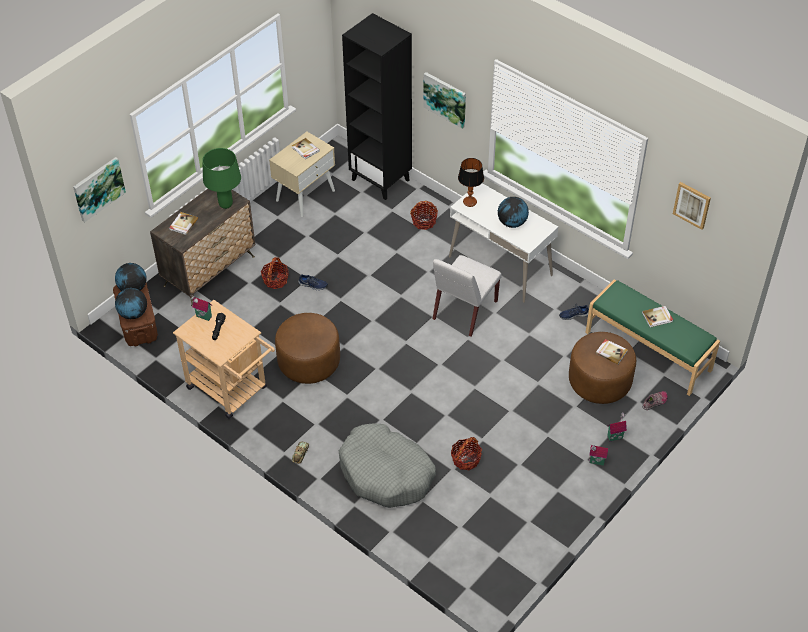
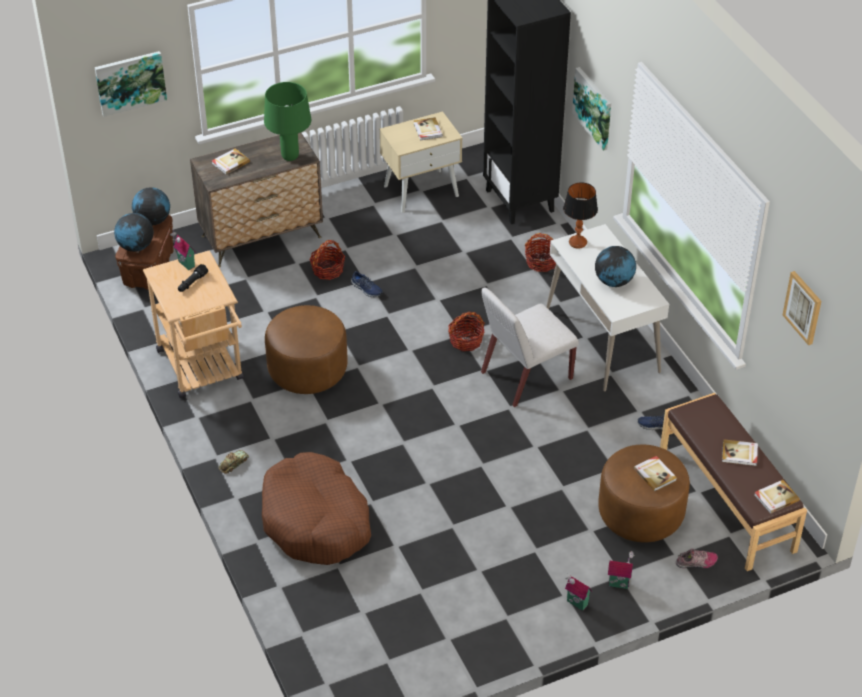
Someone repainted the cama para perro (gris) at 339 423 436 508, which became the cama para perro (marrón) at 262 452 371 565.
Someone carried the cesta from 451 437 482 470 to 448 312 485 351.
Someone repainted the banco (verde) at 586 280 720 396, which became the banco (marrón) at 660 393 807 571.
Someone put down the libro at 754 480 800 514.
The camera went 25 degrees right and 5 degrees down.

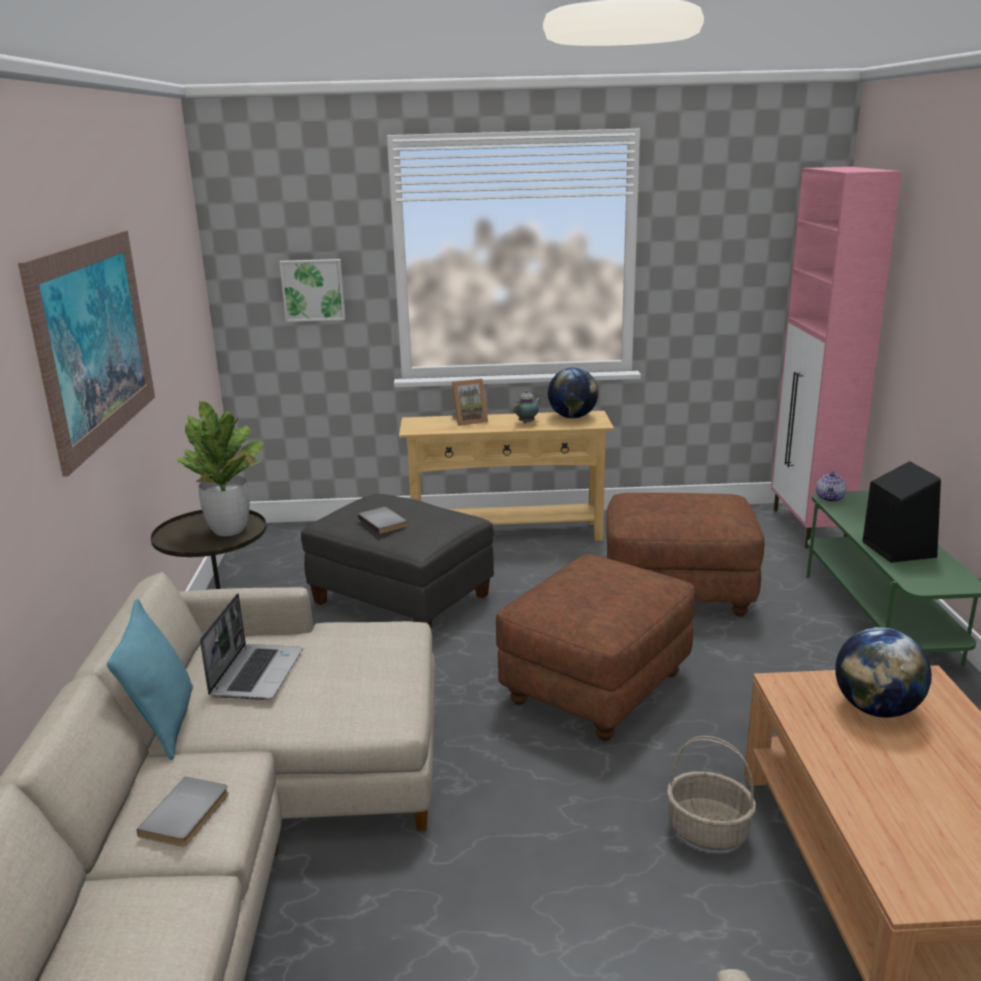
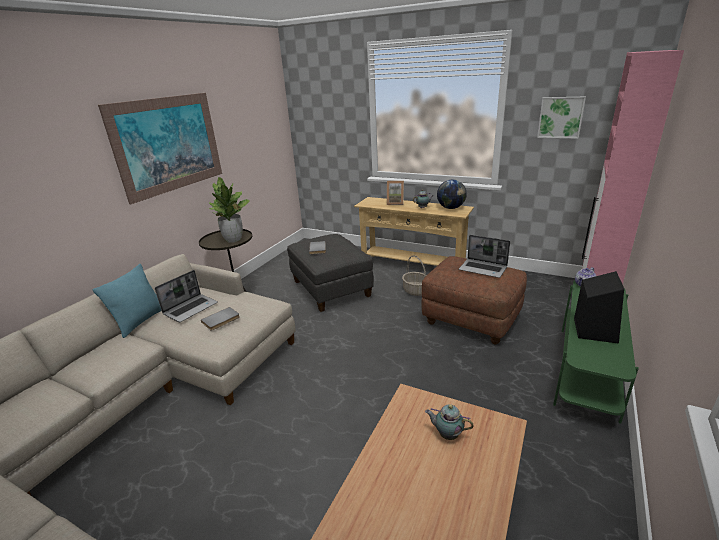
Someone carried the libro (gris) from 137 777 229 847 to 201 307 240 331.
Someone carried the cuadro from 279 259 346 322 to 537 97 586 139.
Someone took away the puf (marrón) at 496 554 695 741.
Someone carried the cesta from 667 736 756 850 to 402 255 427 296.
Someone swapped the globo terráqueo at 835 627 932 718 for the tetera at 425 404 474 440.
Someone put down the portátil at 459 235 510 278.
The camera went 30 degrees right and 5 degrees up.

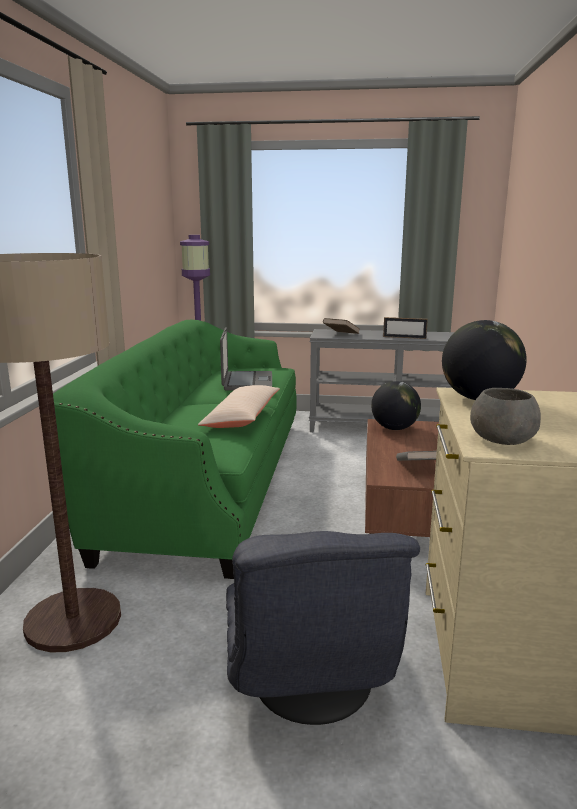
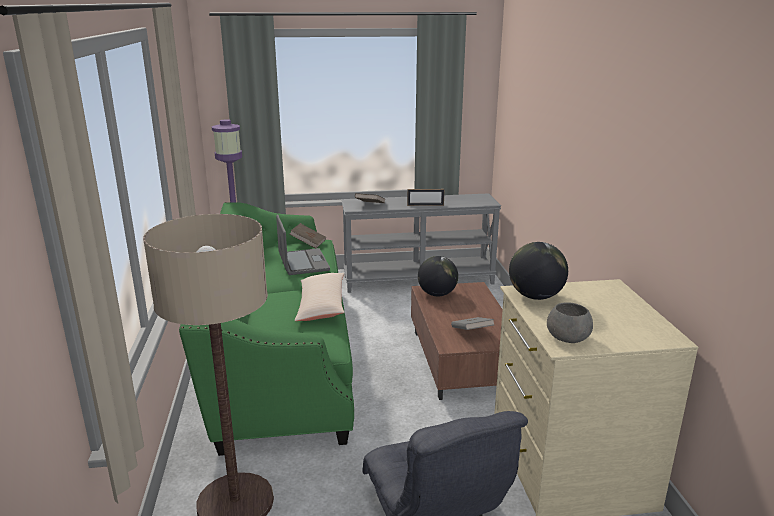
Someone put down the libro (marrón) at 290 223 326 249.
The camera went 15 degrees left and 5 degrees up.

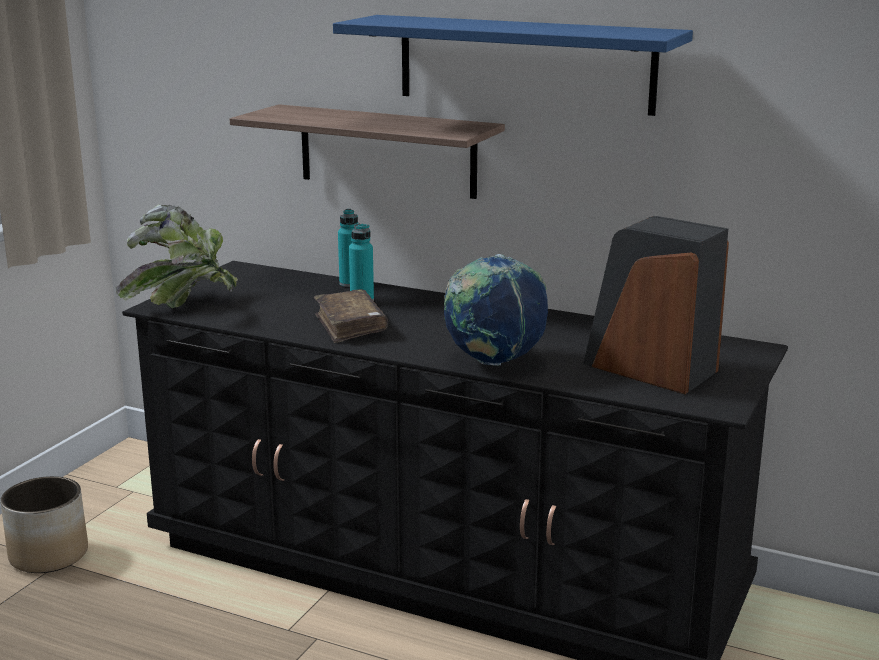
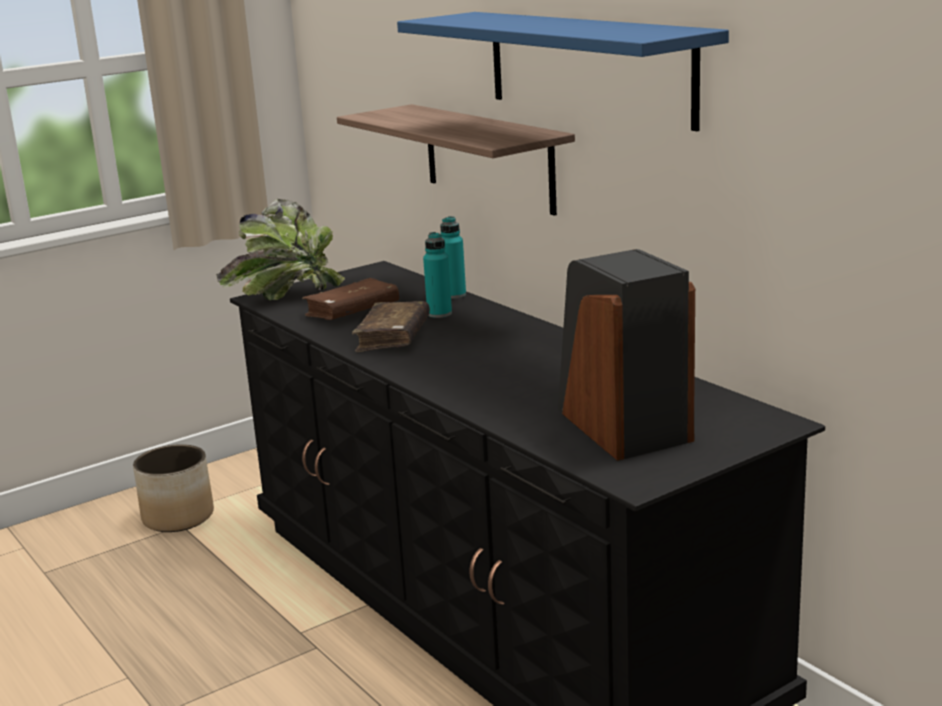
Someone took away the globo terráqueo at 444 254 548 366.
Someone put down the libro (marrón) at 302 278 399 320.
The camera went 30 degrees right and 0 degrees up.

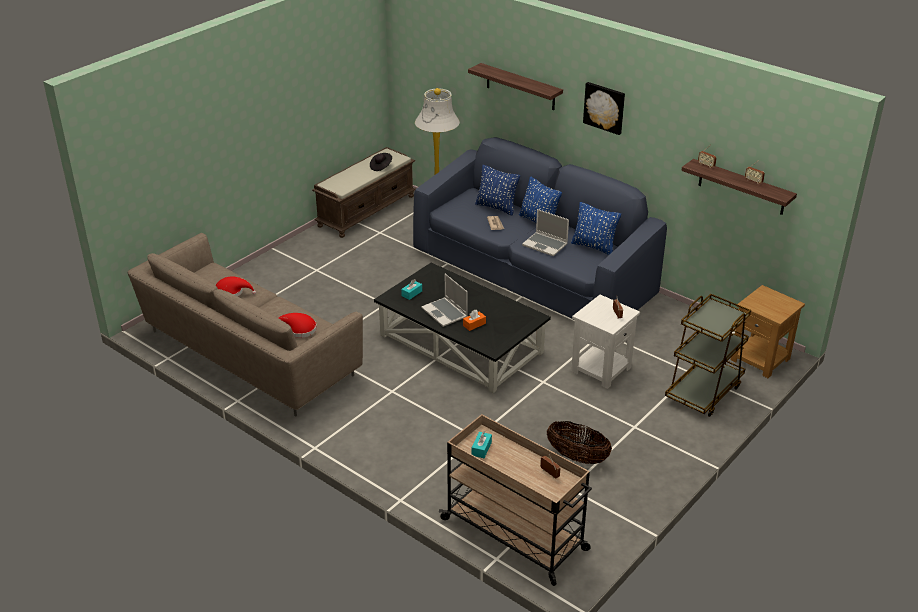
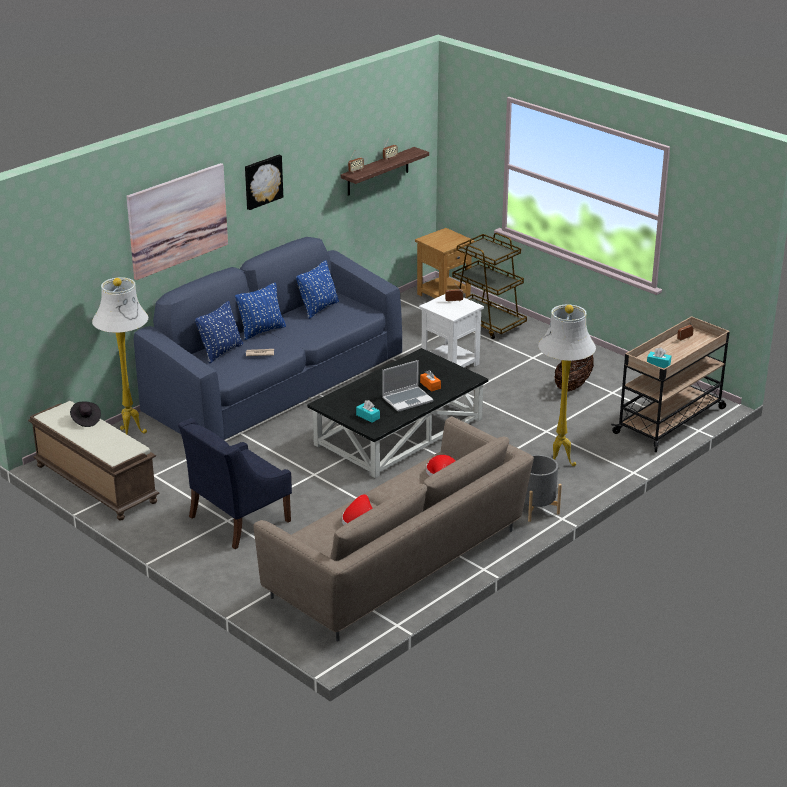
Someone swapped the estante at 468 63 563 110 for the cuadro at 126 163 228 280.
Someone took away the portátil at 522 209 569 256.
Someone put down the sillón (azul) at 178 418 292 549.
Someone put down the maceta (gris) at 524 455 562 522.
Someone put down the lámpara de pie (blanco) at 538 305 596 466.
The camera went 85 degrees left and 5 degrees down.

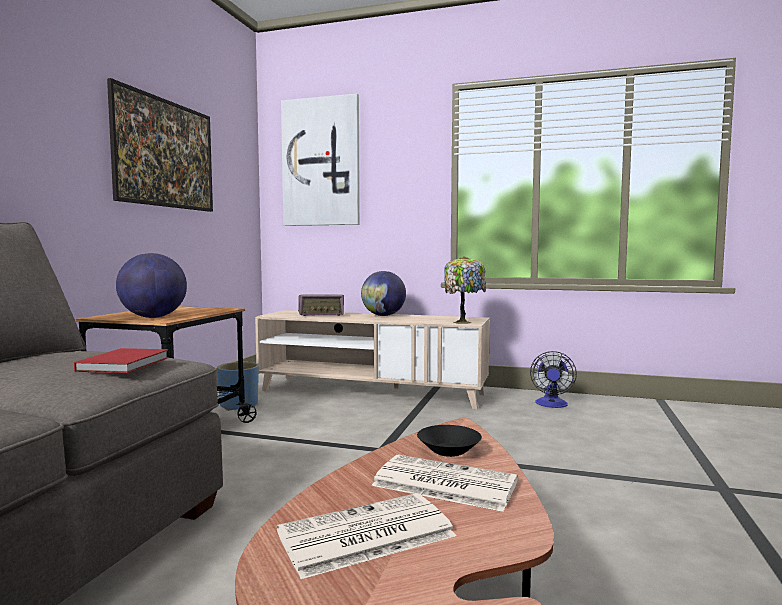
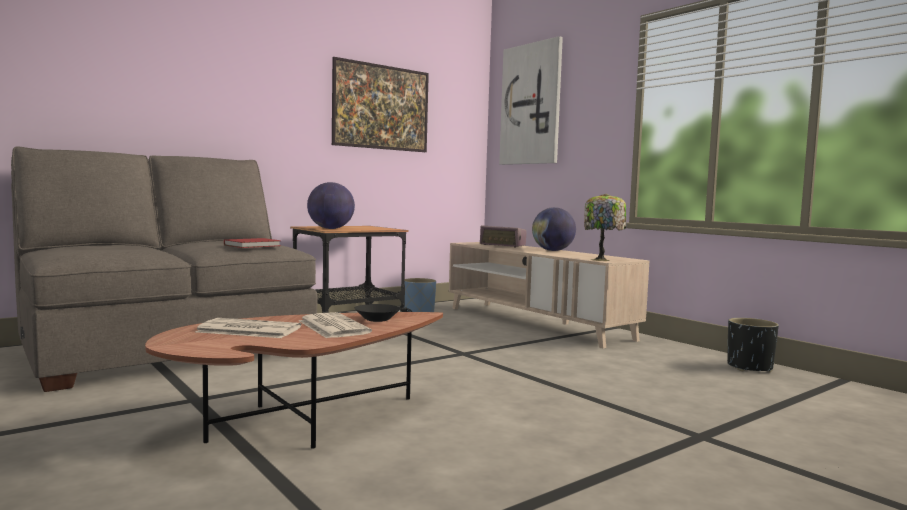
Someone took away the ventilador at 530 351 577 408.
Someone put down the maceta (negro) at 727 318 779 372.
The camera went 35 degrees right and 0 degrees up.

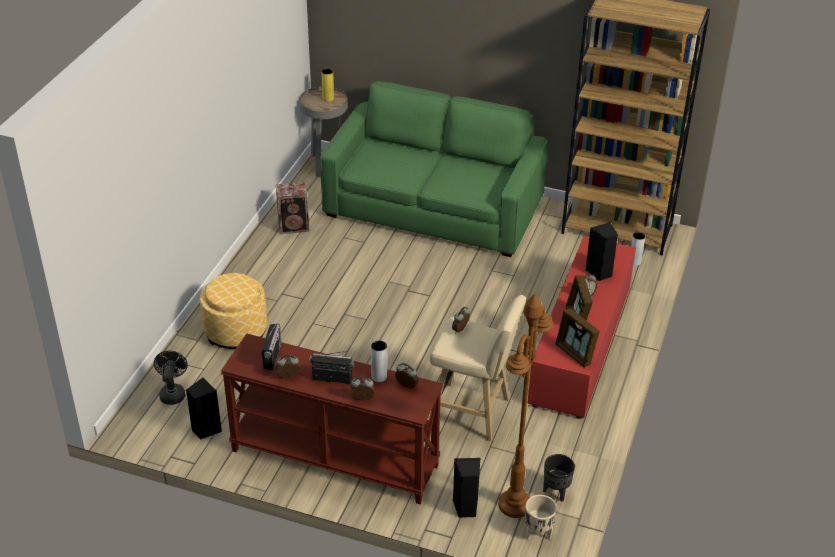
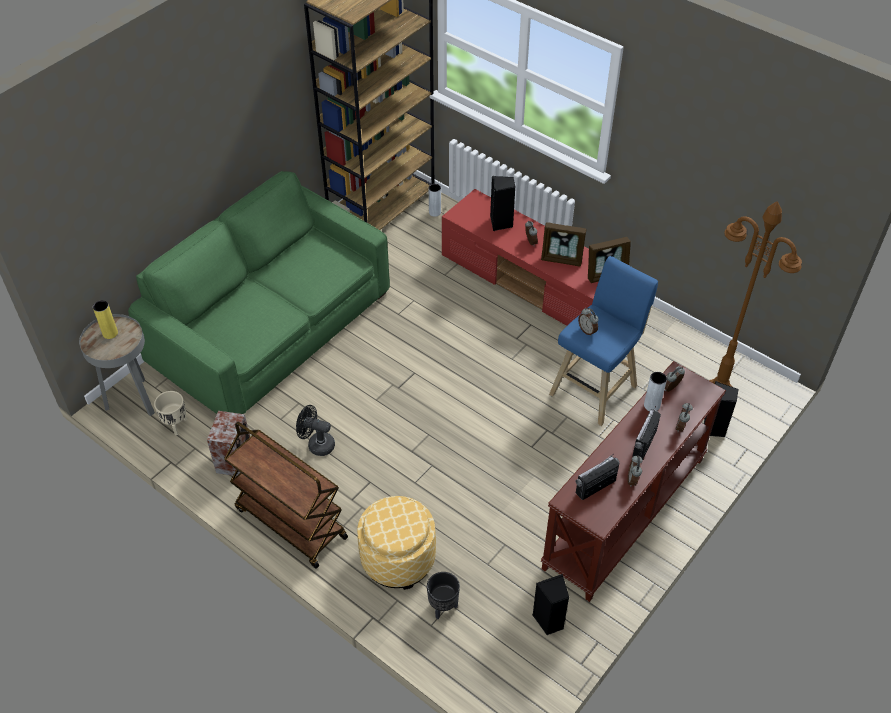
Someone carried the ventilador (negro) from 154 351 188 405 to 296 405 335 456.
Someone rotated the radio at 262 324 281 370 by 60 degrees counterclockwise.
Someone repainted the taburete (beis) at 429 295 526 441, which became the taburete (azul) at 549 256 658 426.
Someone carried the maceta (beis) from 525 495 557 540 to 154 391 187 435.
Someone carried the maceta (negro) from 543 454 575 502 to 427 572 460 619.
Someone put down the carrito (marrón) at 224 422 348 569.
The camera went 70 degrees left and 10 degrees up.

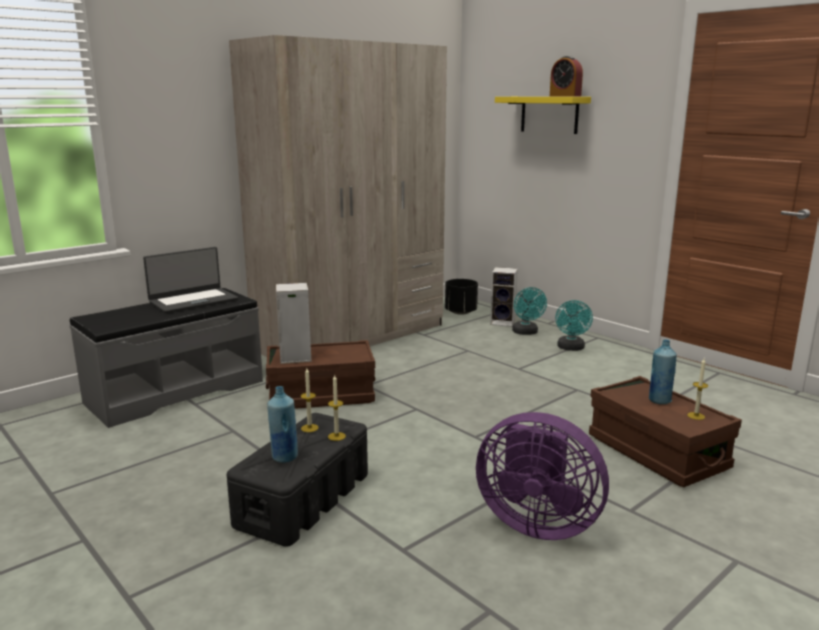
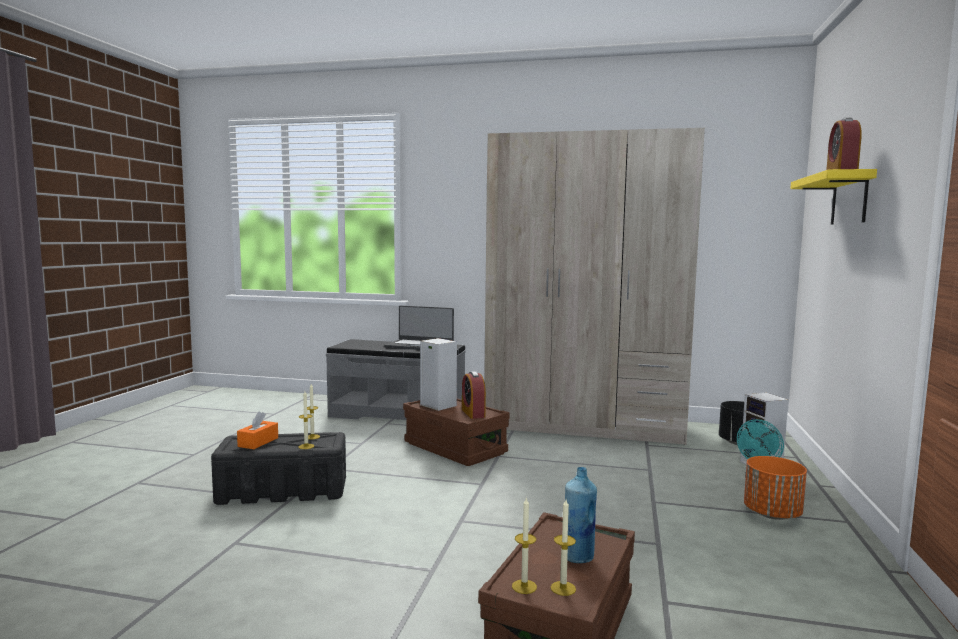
Someone swapped the botella (azul) at 267 386 298 463 for the caja de pañuelos (naranja) at 237 411 278 449.
Someone took away the ventilador (morado) at 476 412 609 540.
Someone swapped the ventilador (turquesa) at 555 300 593 351 for the maceta (naranja) at 744 456 807 520.
Someone put down the despertador at 462 371 486 419.
Someone put down the vela at 512 497 537 594.
The camera went 55 degrees right and 10 degrees down.

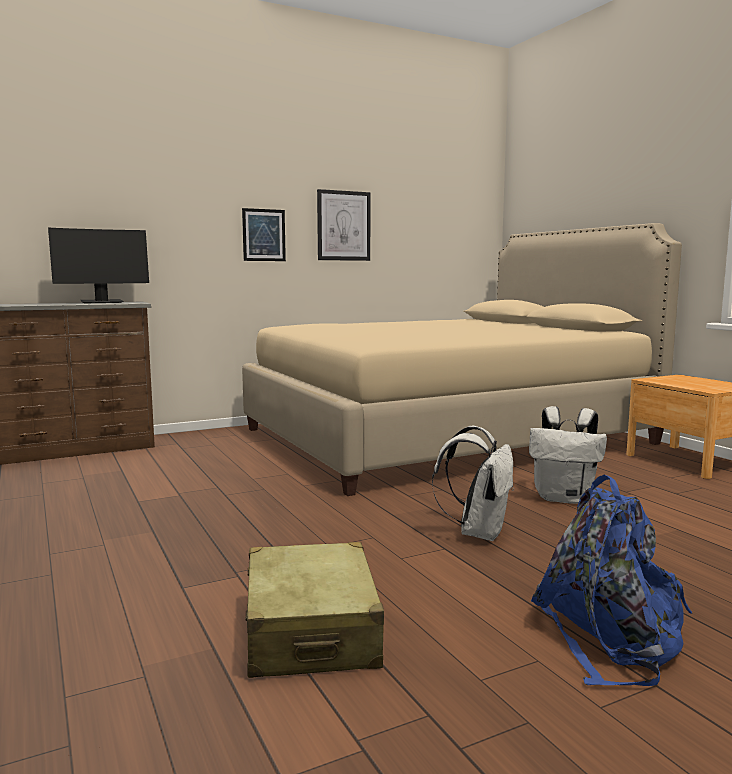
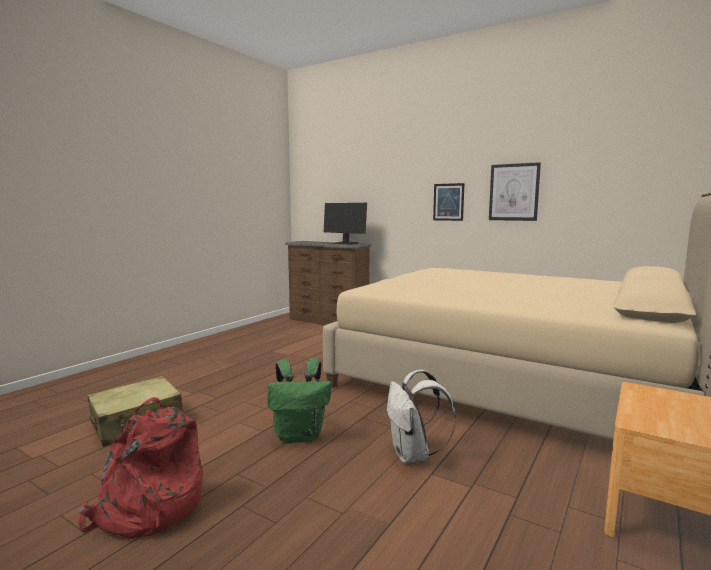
Someone repainted the mochila (blanco) at 432 426 514 541, which became the mochila (verde) at 267 358 331 443.
Someone repainted the mochila (azul) at 531 475 692 686, which became the mochila (rojo) at 78 397 203 539.
The camera went 60 degrees right and 0 degrees up.

